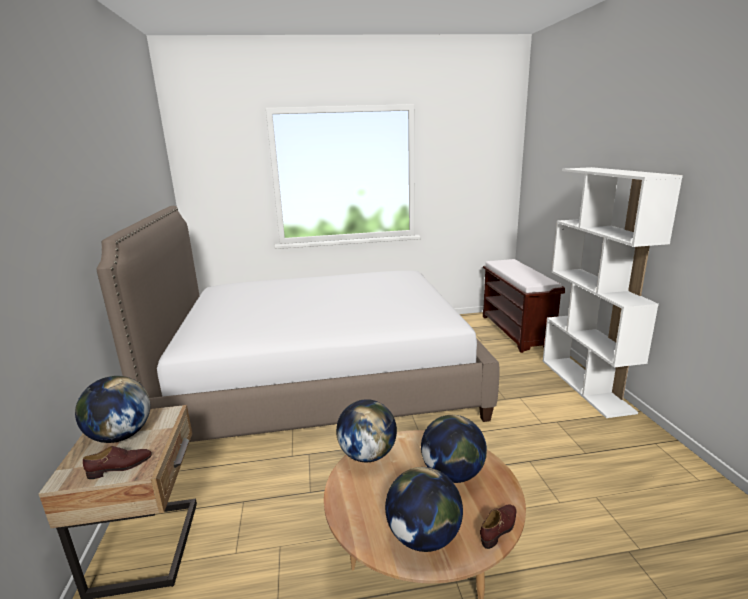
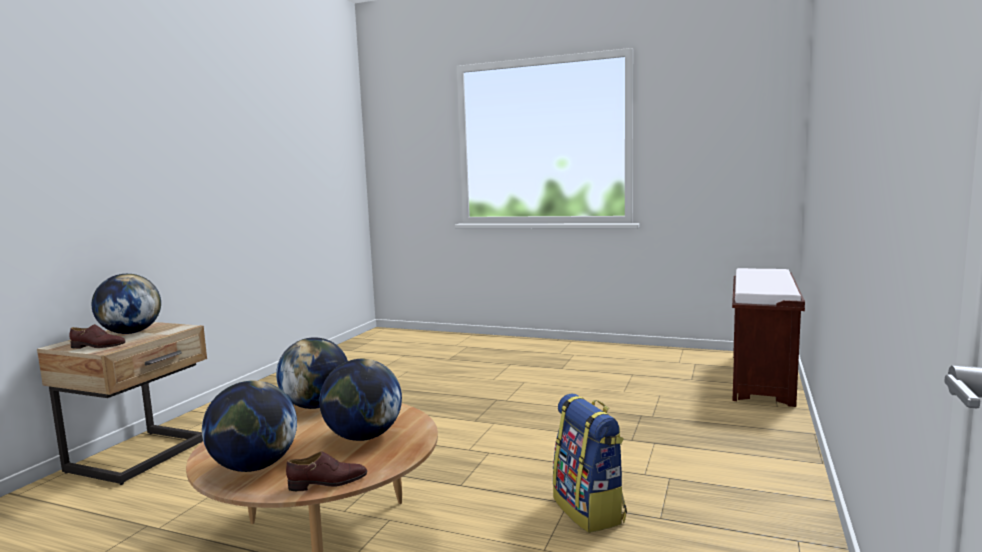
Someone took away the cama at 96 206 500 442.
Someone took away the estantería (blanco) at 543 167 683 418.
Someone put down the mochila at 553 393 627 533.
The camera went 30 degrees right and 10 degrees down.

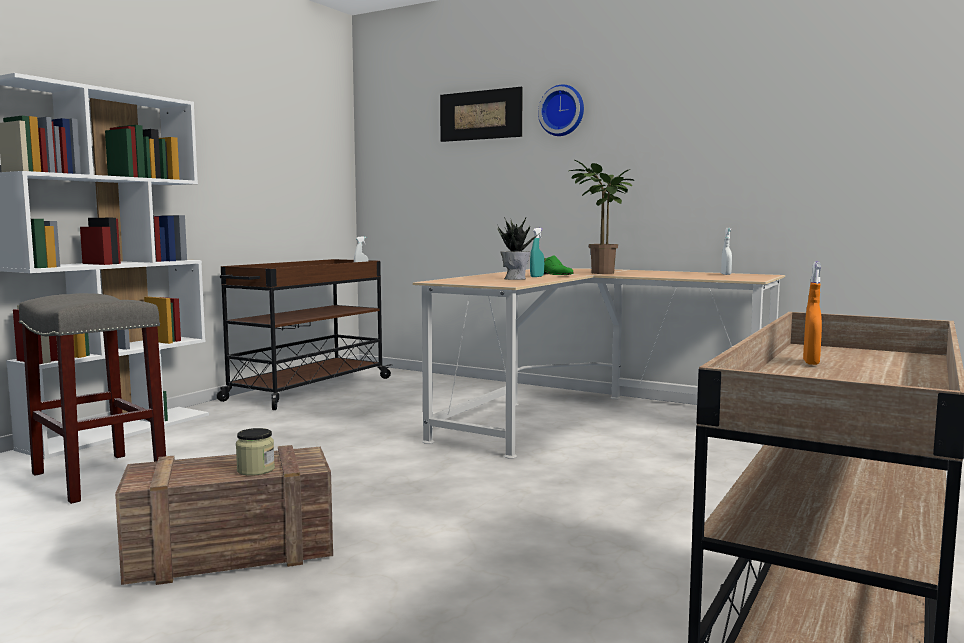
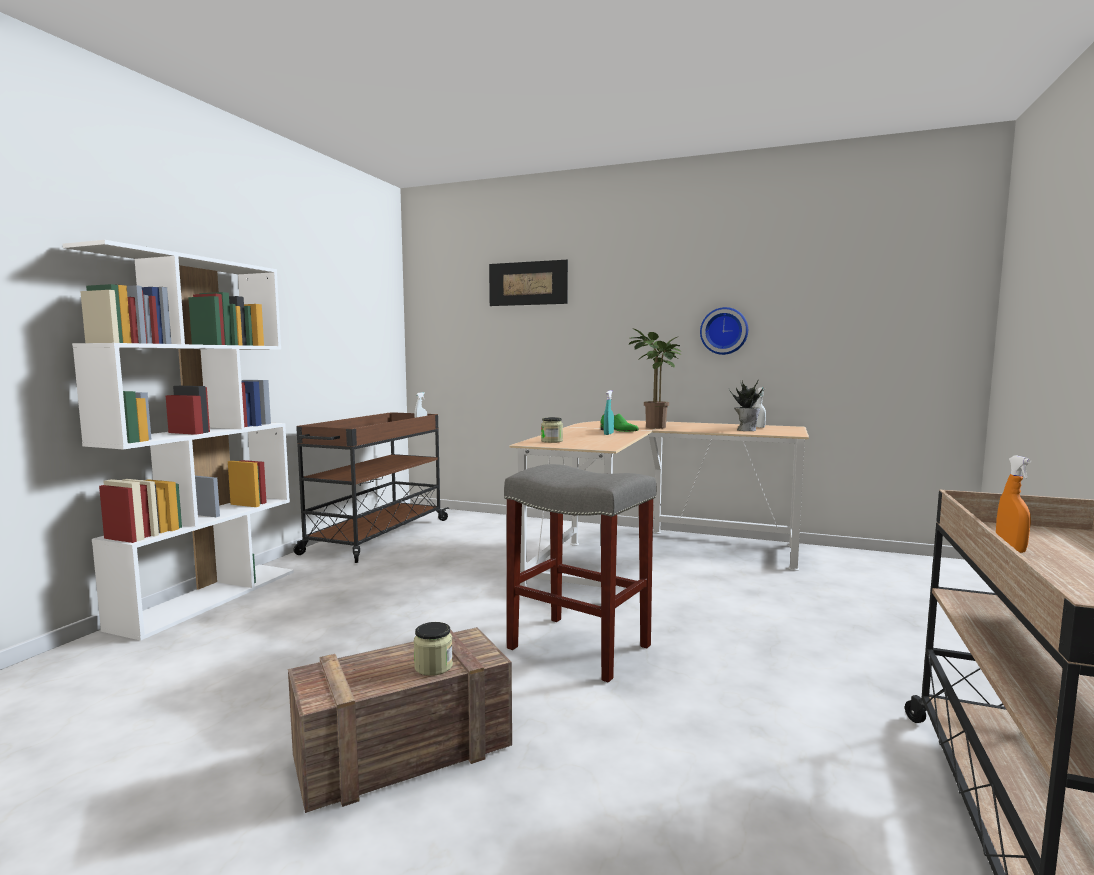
Someone carried the taburete (gris) from 19 293 166 504 to 504 464 656 683.
Someone carried the planta en maceta from 497 217 539 280 to 729 380 763 431.
Someone carried the reloj de pared from 538 84 584 136 to 700 307 748 355.
Someone put down the tarro at 541 417 563 443.
The camera went 10 degrees left and 0 degrees up.

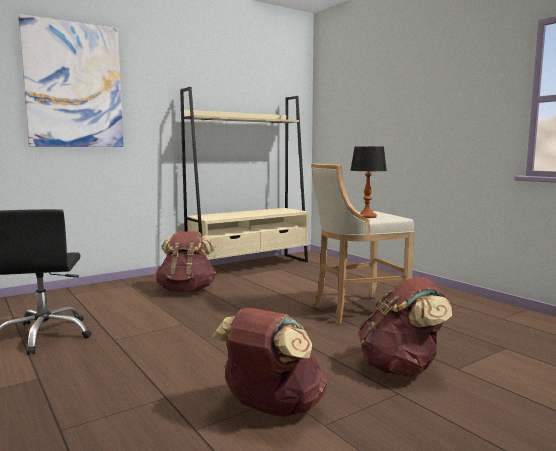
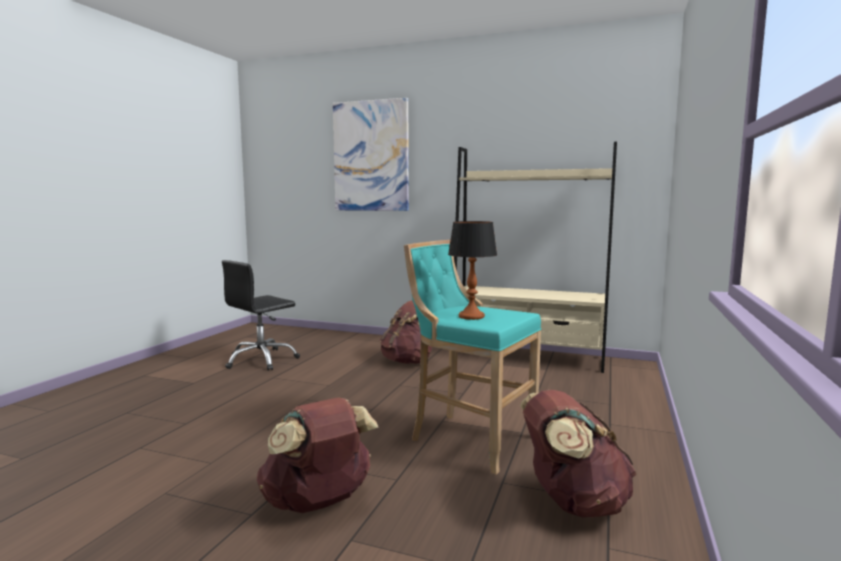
Someone carried the mochila (marrón) from 211 308 327 417 to 521 390 637 517.
Someone repainted the taburete (beis) at 311 163 415 324, which became the taburete (turquesa) at 404 240 541 475.
The camera went 55 degrees right and 0 degrees up.

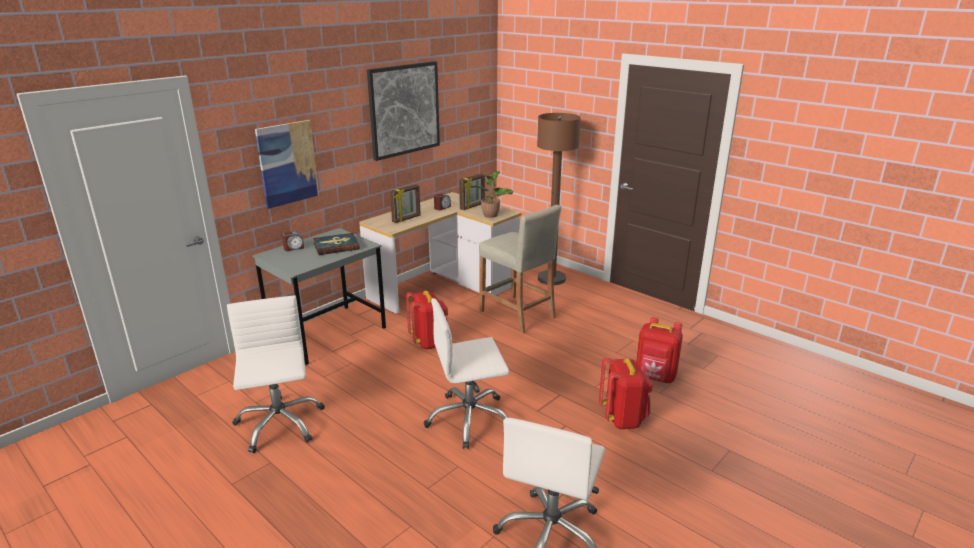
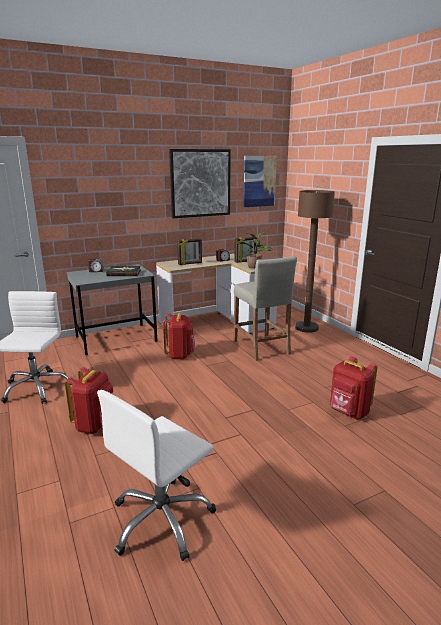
Someone carried the cuadro from 255 120 319 209 to 243 156 277 207.
Someone took away the silla de oficina (blanco) at 424 298 509 449.
Someone carried the mochila (rojo) from 599 357 652 429 to 65 367 113 434.
The camera went 20 degrees right and 5 degrees down.

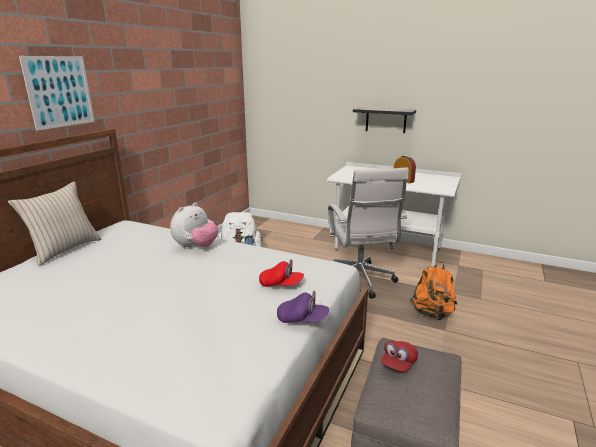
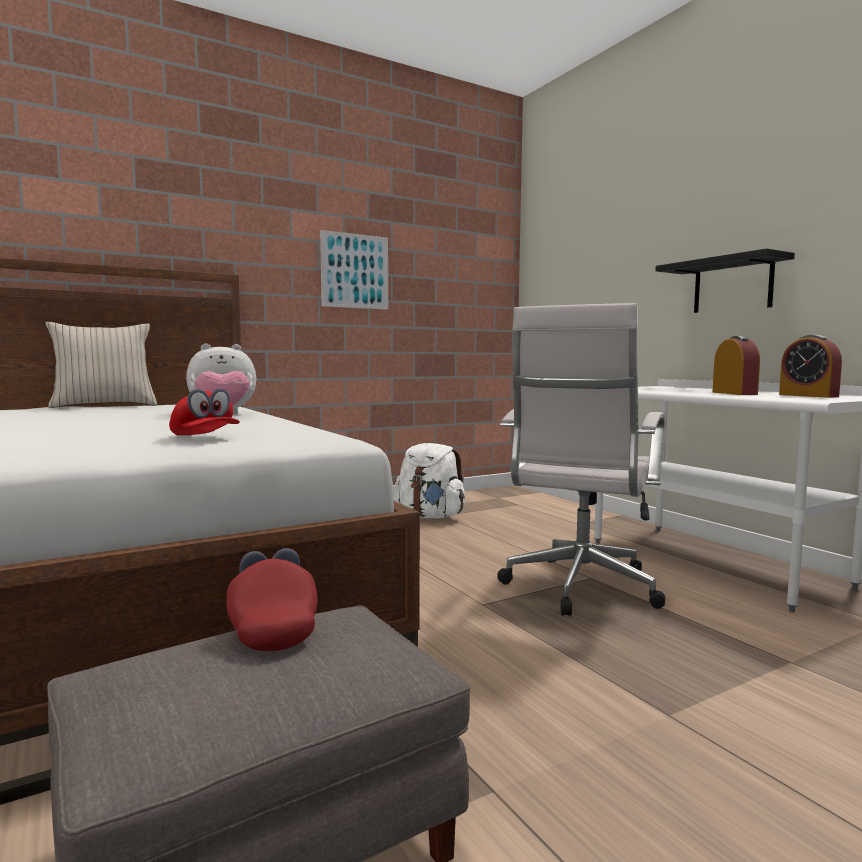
Someone carried the cuadro from 19 56 95 131 to 320 230 388 310.
Someone took away the gorra (morado) at 277 291 329 323.
Someone rotated the gorra (rojo) at 381 341 418 371 by 90 degrees clockwise.
Someone took away the mochila (naranja) at 410 262 457 320.
Someone put down the despertador at 779 334 842 398.
The camera went 35 degrees right and 15 degrees down.

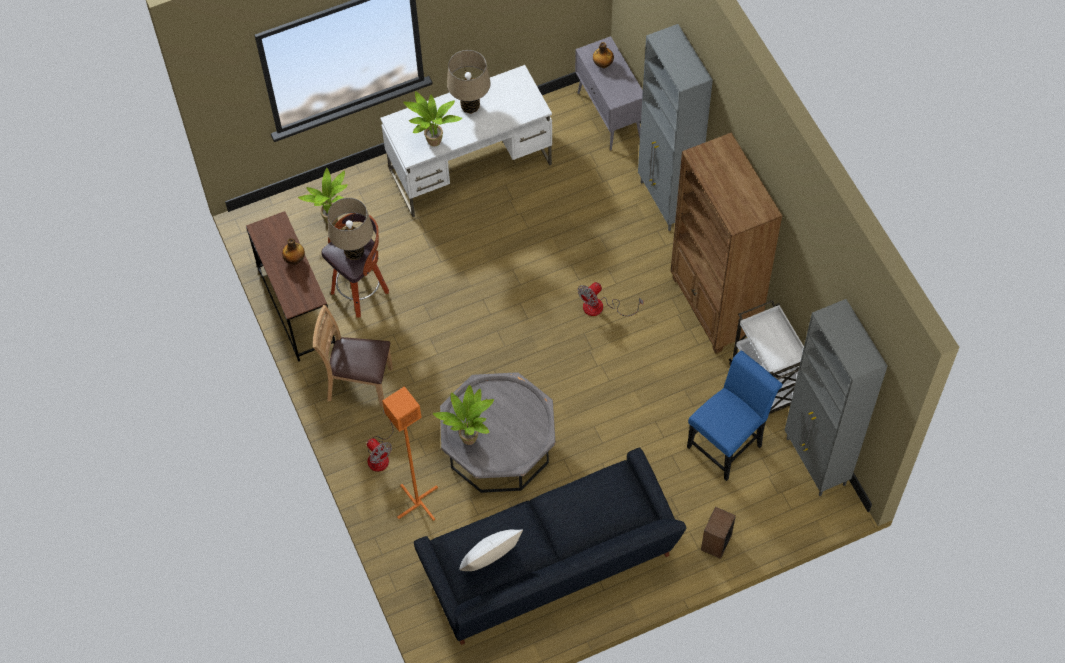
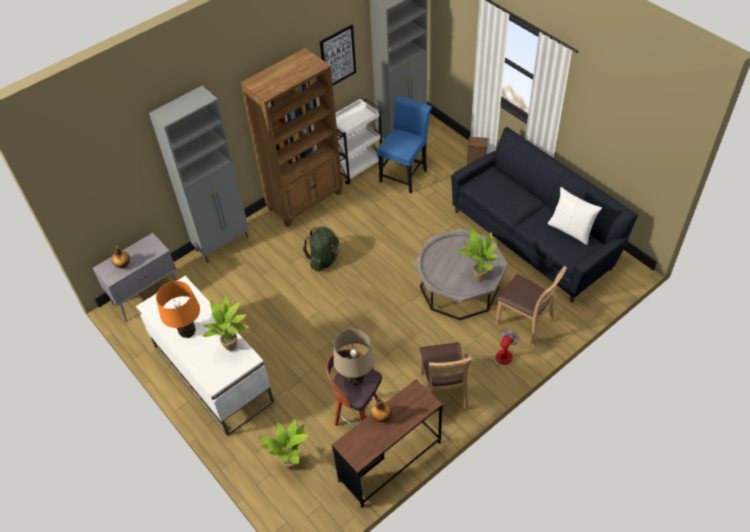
Someone swapped the lámpara de pie (naranja) at 382 386 438 521 for the silla (marrón) at 496 266 567 346.
Someone repainted the lámpara de mesa (beis) at 447 50 491 114, which became the lámpara de mesa (naranja) at 156 281 200 338.
Someone swapped the ventilador at 578 282 643 316 for the mochila (verde) at 303 227 339 272.
Someone rotated the silla (azul) at 687 351 783 481 by 90 degrees clockwise.
Someone put up the cuadro at 320 25 356 85.
The camera went 105 degrees left and 10 degrees down.

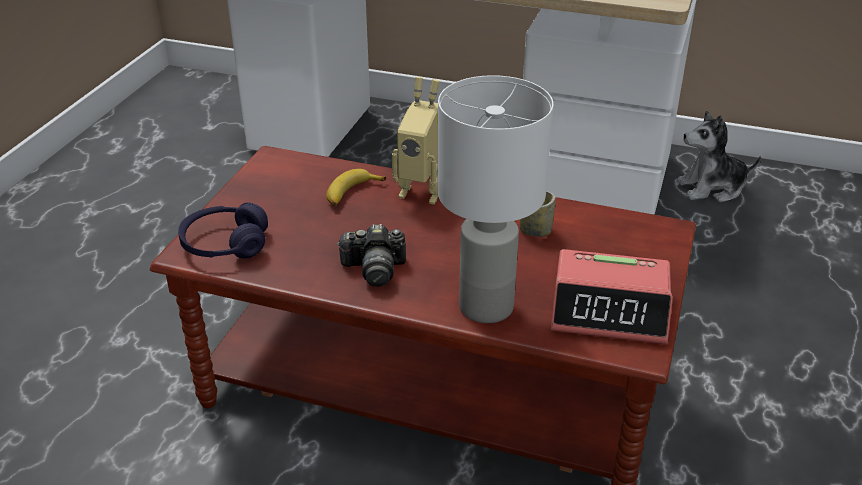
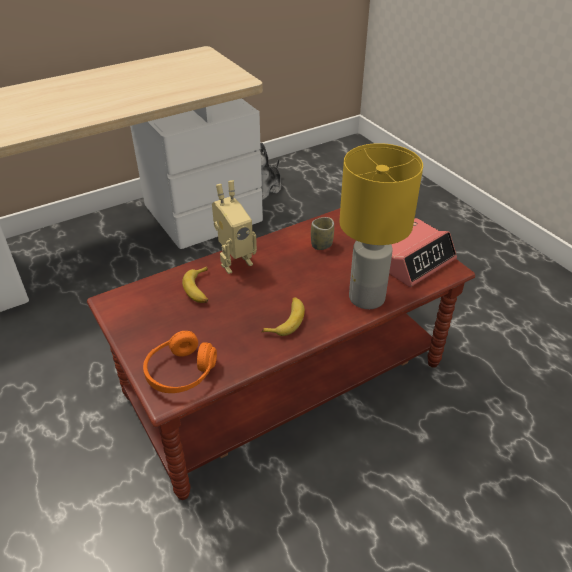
Someone repainted the auriculares (morado) at 178 202 268 259, which became the auriculares (naranja) at 143 331 217 393.
Someone swapped the cámara at 337 224 406 287 for the plátano at 262 297 305 336.
Someone repainted the lámpara de mesa (blanco) at 437 75 554 323, which became the lámpara de mesa (amarillo) at 339 143 423 309.
The camera went 50 degrees left and 5 degrees up.

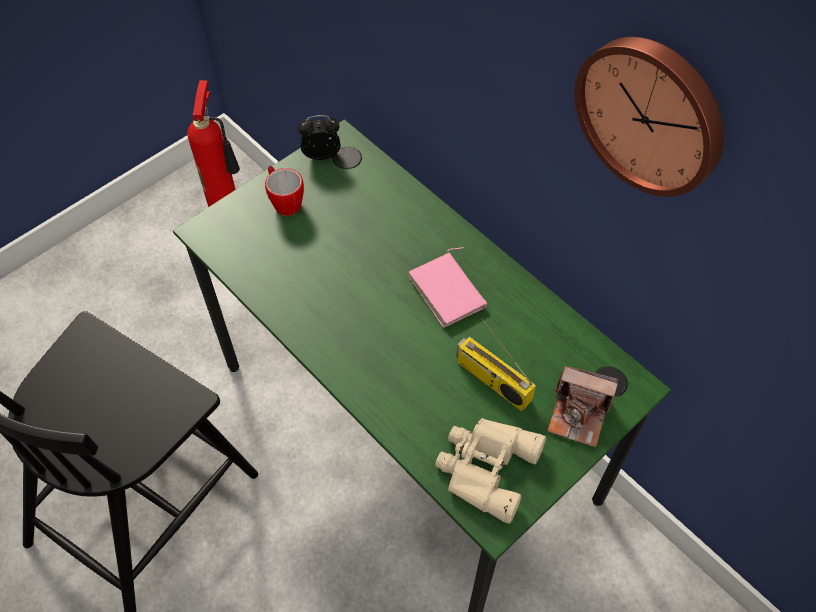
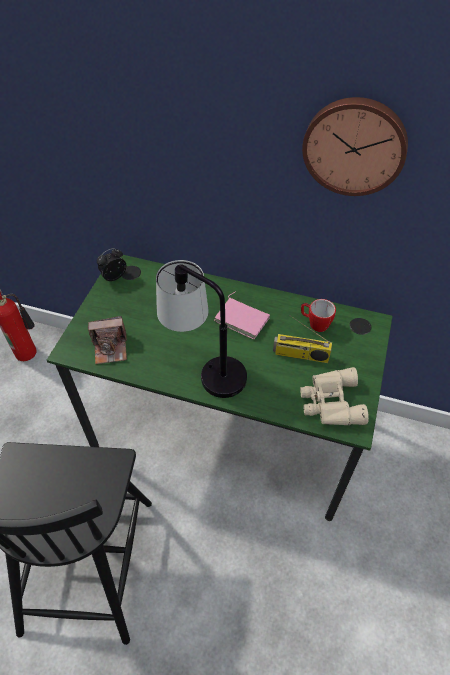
Someone carried the taza grande from 265 166 304 216 to 301 299 336 332.
Someone carried the cámara from 547 366 618 447 to 88 316 127 364.
Someone put down the lámpara de mesa at 156 260 247 398.
The camera went 30 degrees left and 5 degrees down.

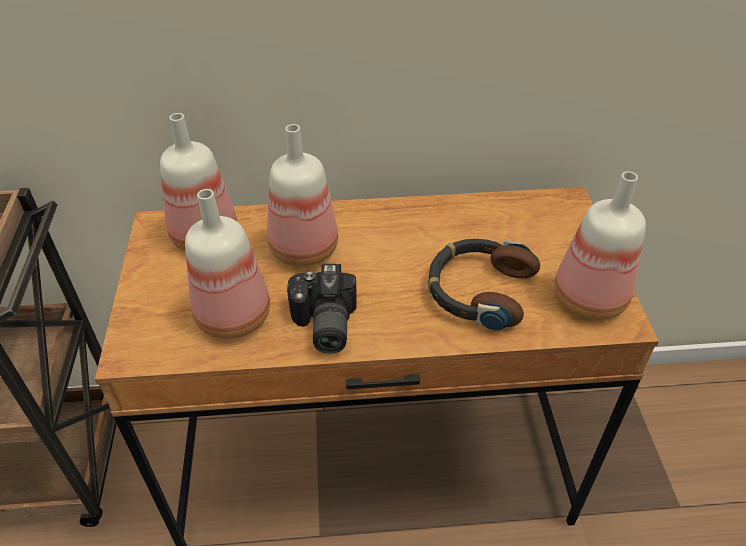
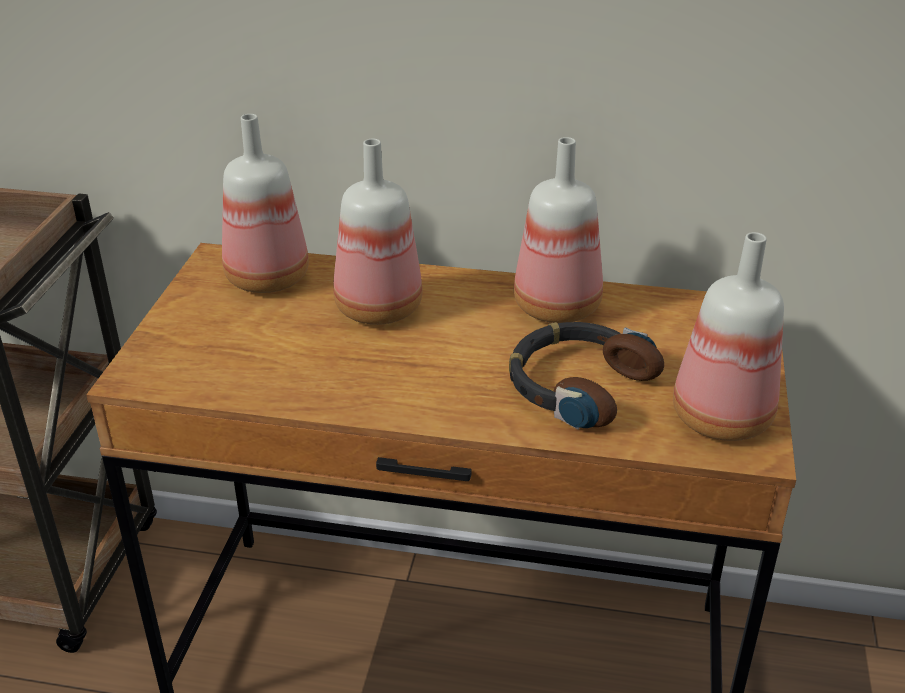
Someone carried the botella from 185 189 270 339 to 514 137 603 323.
Someone took away the cámara at 287 264 357 354.
The camera went 15 degrees right and 10 degrees down.

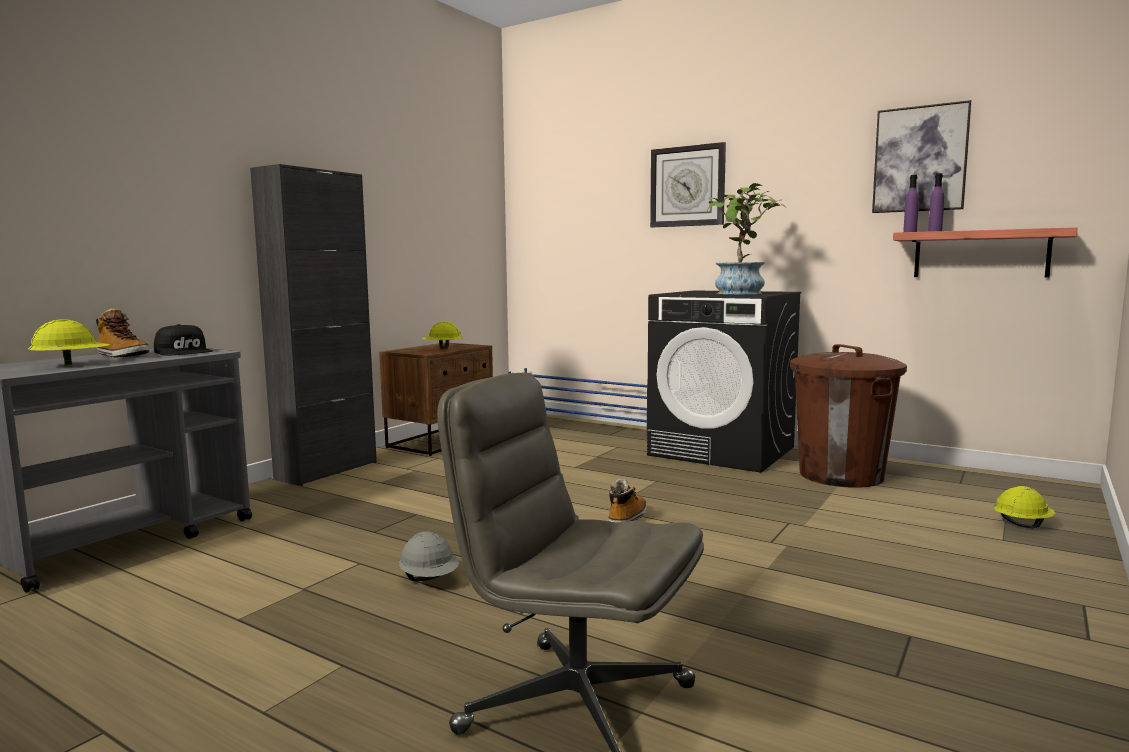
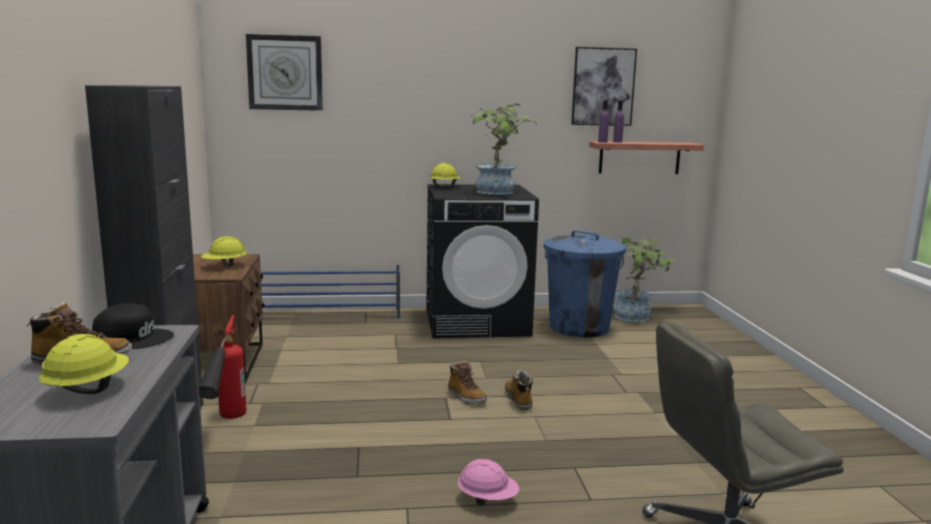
Someone repainted the casco (gris) at 399 531 459 581, which became the casco (rosa) at 457 459 519 506.
Someone carried the reloj de pared from 650 142 726 227 to 246 34 323 111.
Someone repainted the papelera (marrón) at 790 344 907 488, which became the papelera (azul) at 544 230 626 338.
Someone carried the casco (amarillo) from 994 486 1055 528 to 430 163 461 187.
Someone put down the extintor at 199 315 247 419.
Someone put down the bota at 448 361 487 404.
Someone put down the planta en maceta at 614 237 675 322.
The camera went 40 degrees left and 5 degrees up.

